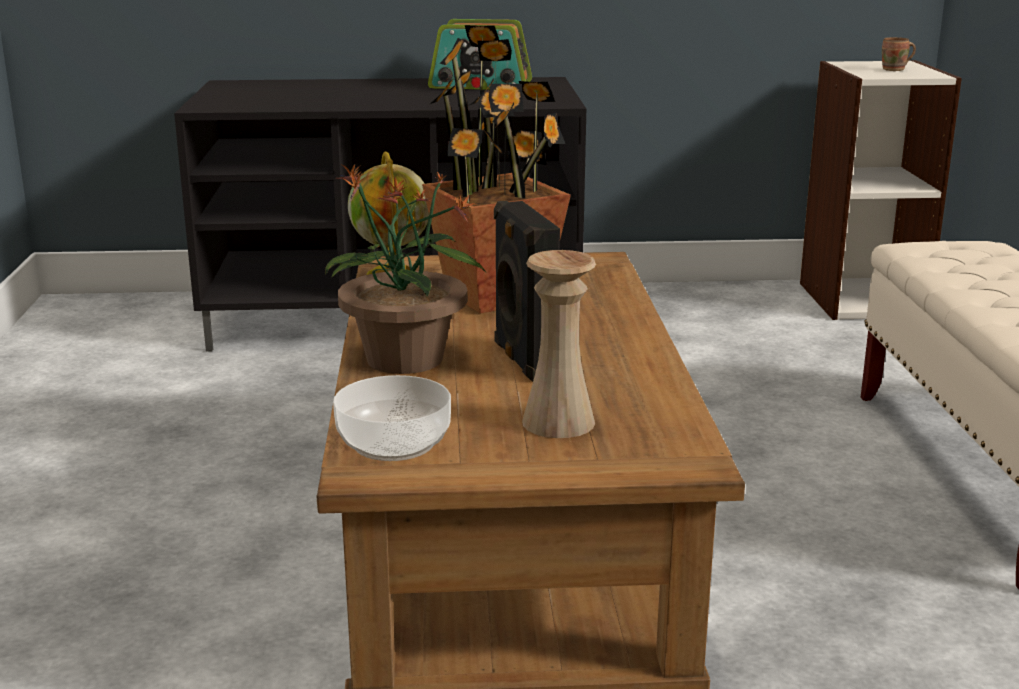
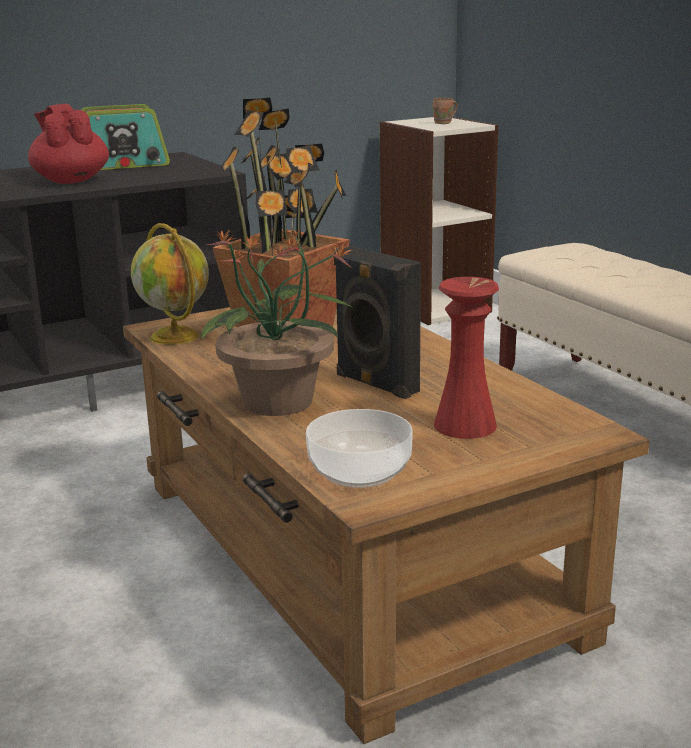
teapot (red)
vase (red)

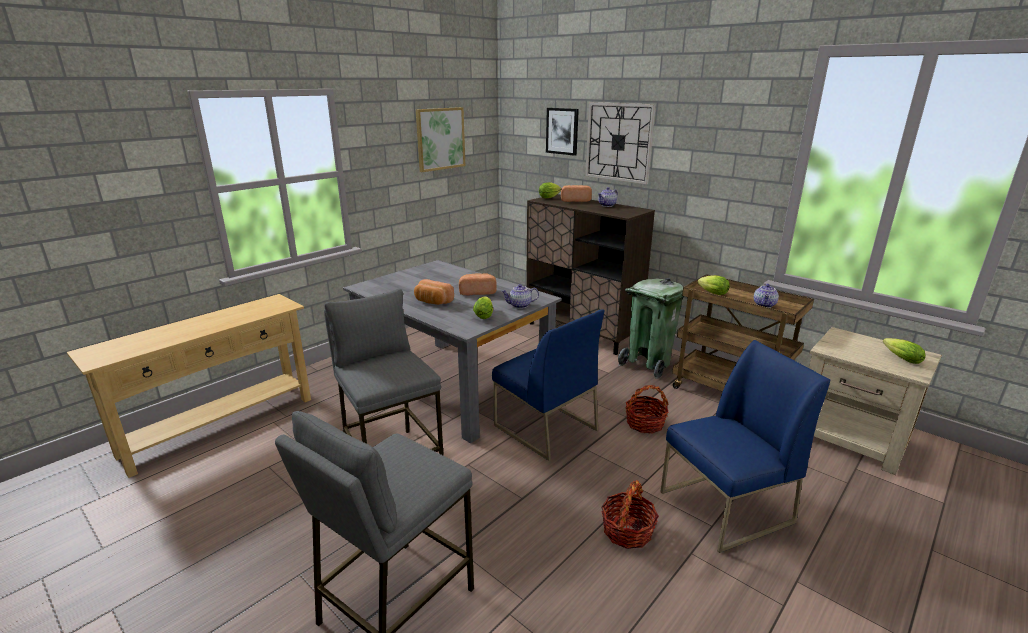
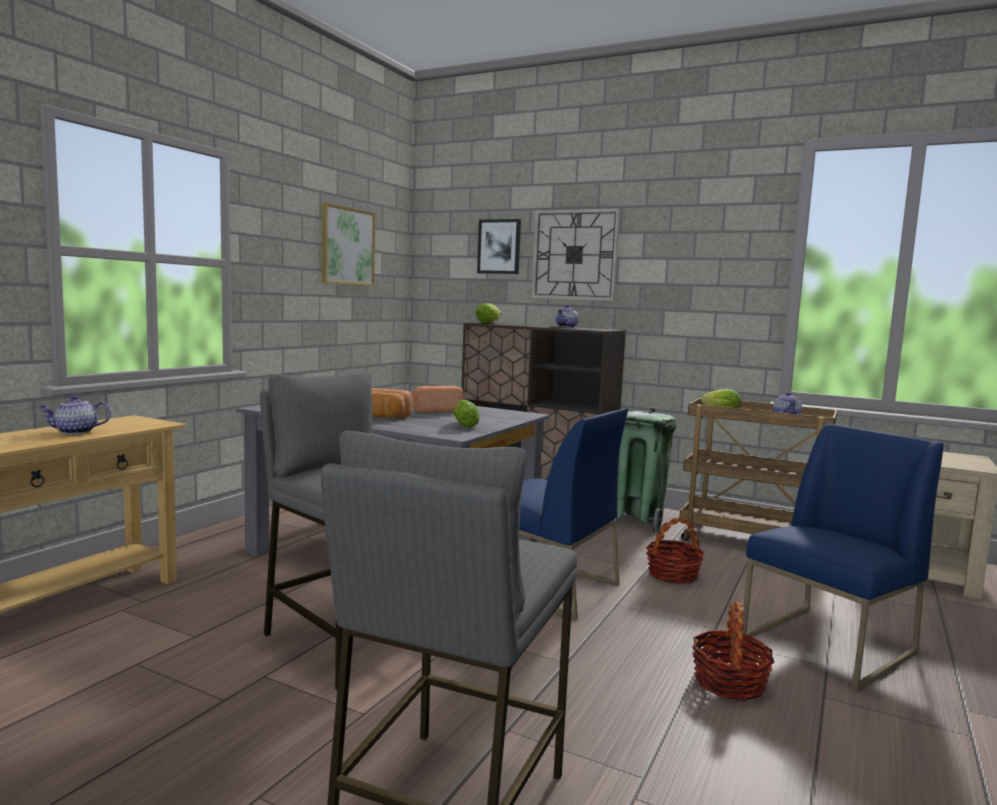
teapot (1st from left)
bread (3rd from left in the first image)
lettuce (4th from left in the first image)

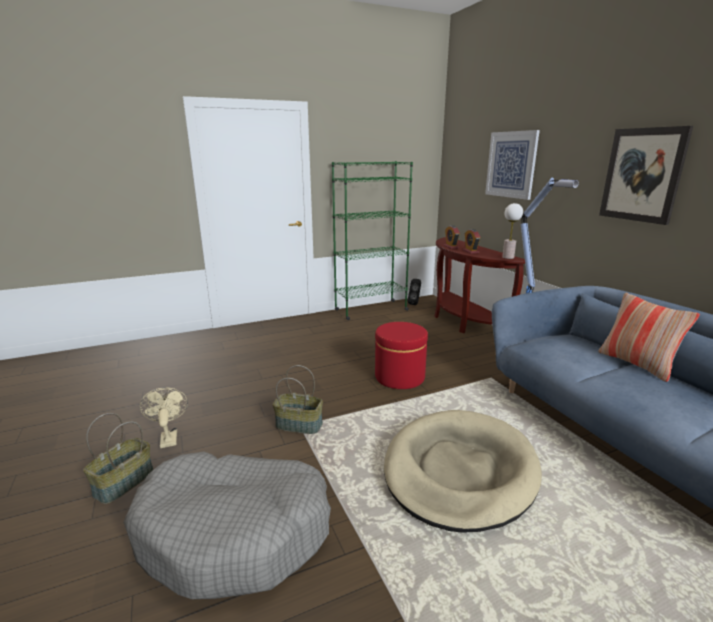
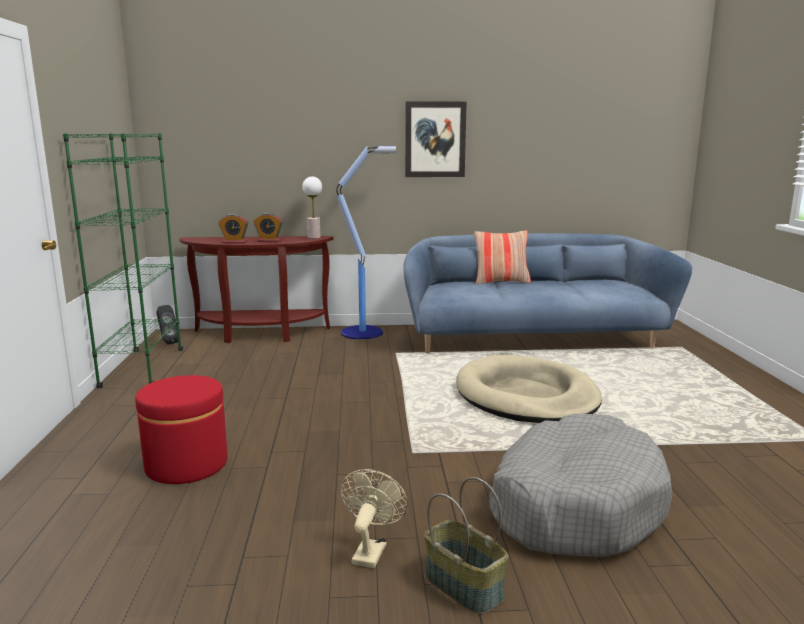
ottoman (red)
fan (beige)
basket (2nd from left in the first image)
picture (1st from left in the first image)

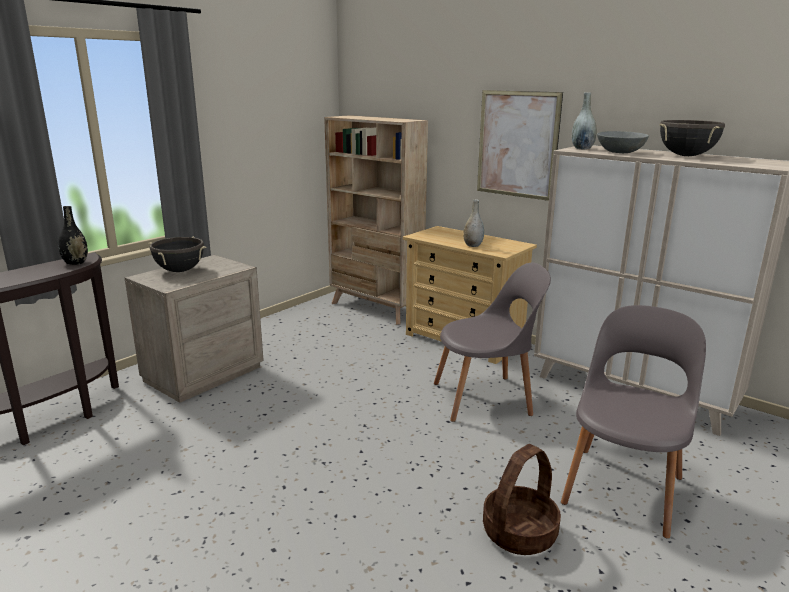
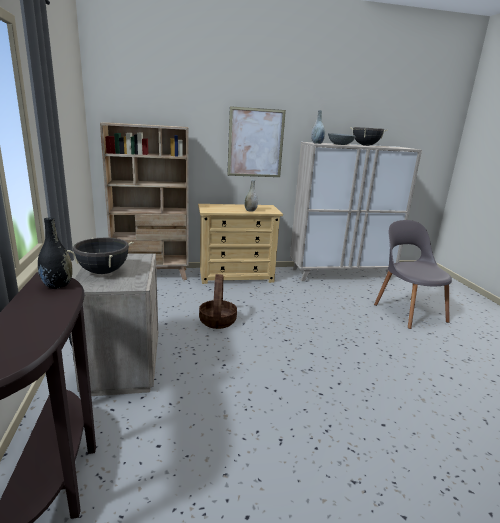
basket
chair (grey) (1st from left in the first image)

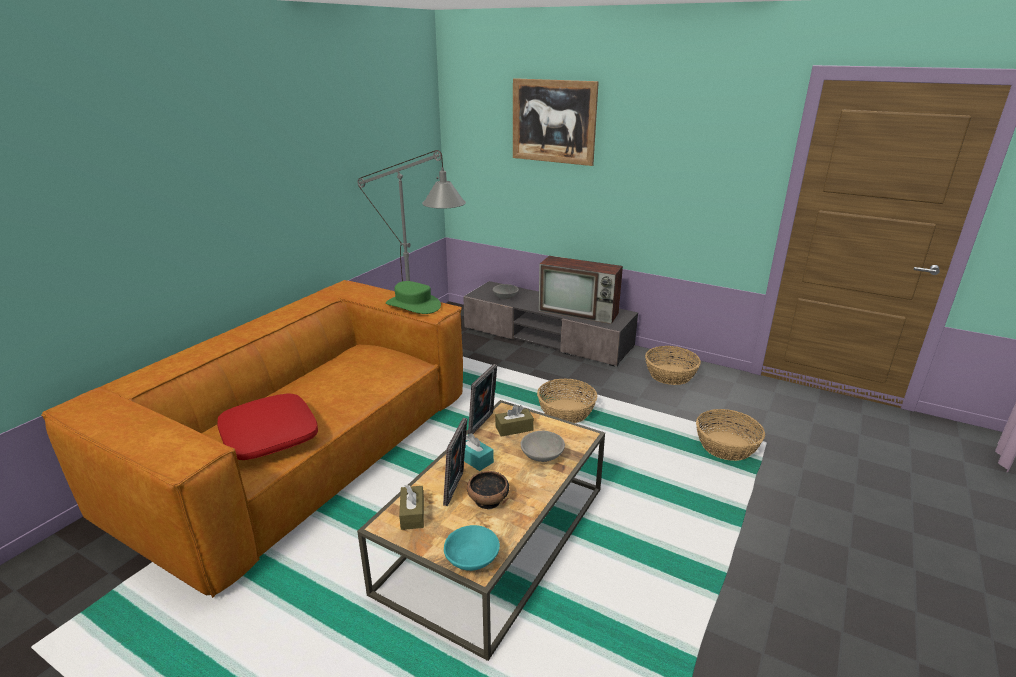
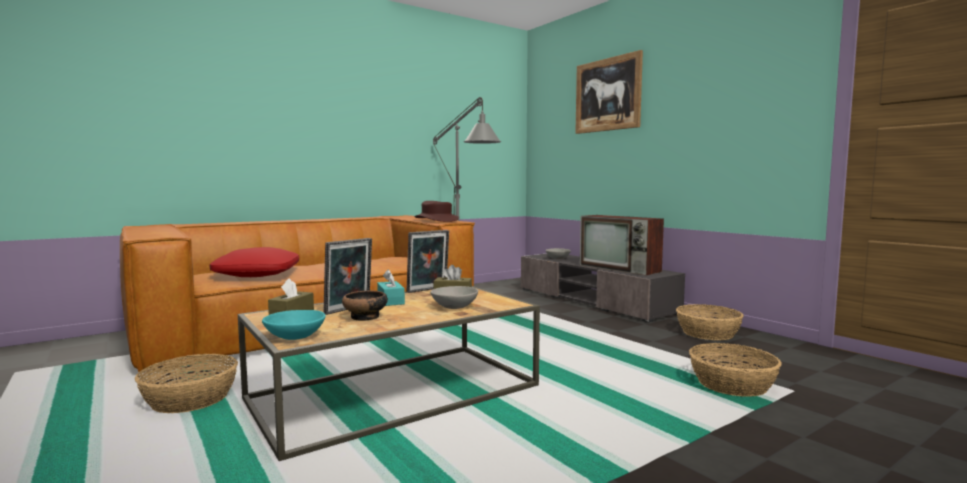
basket (1st from left)
hat (brown)

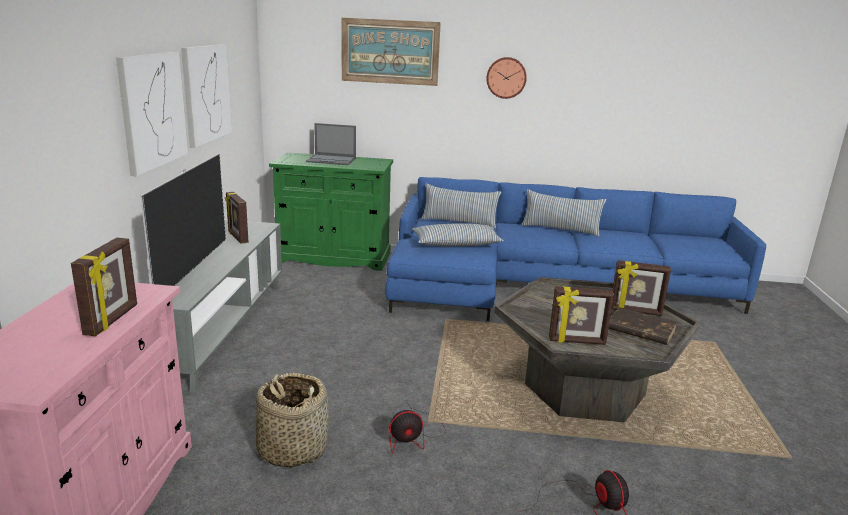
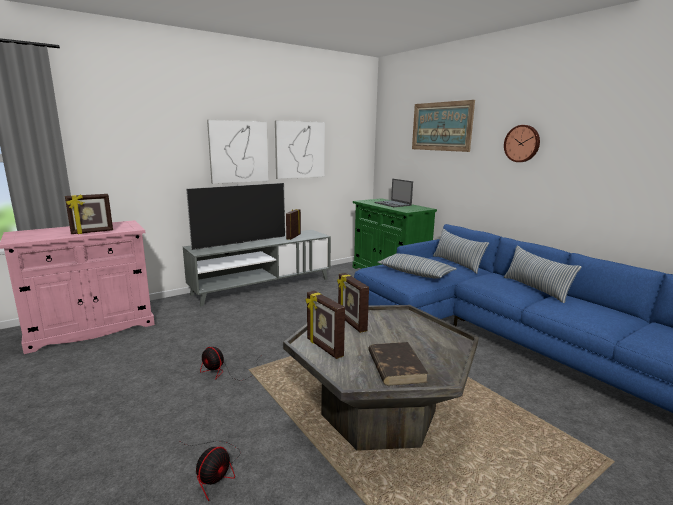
picture frame (4th from left)
basket

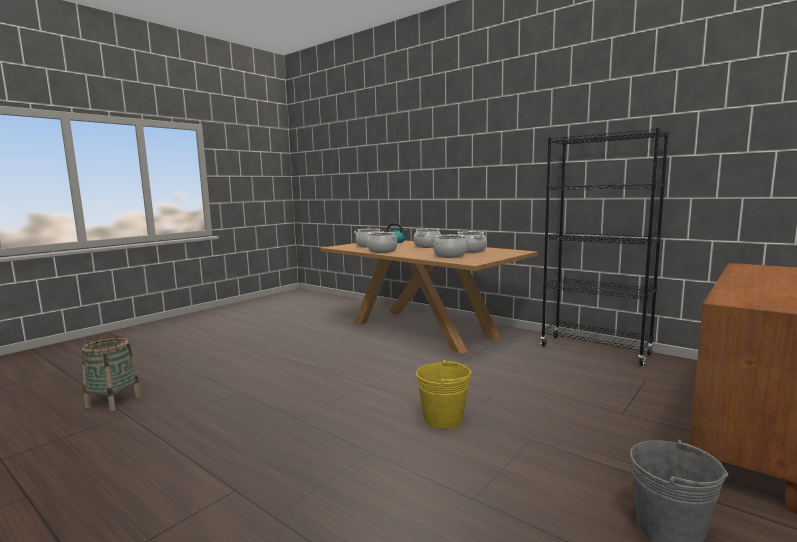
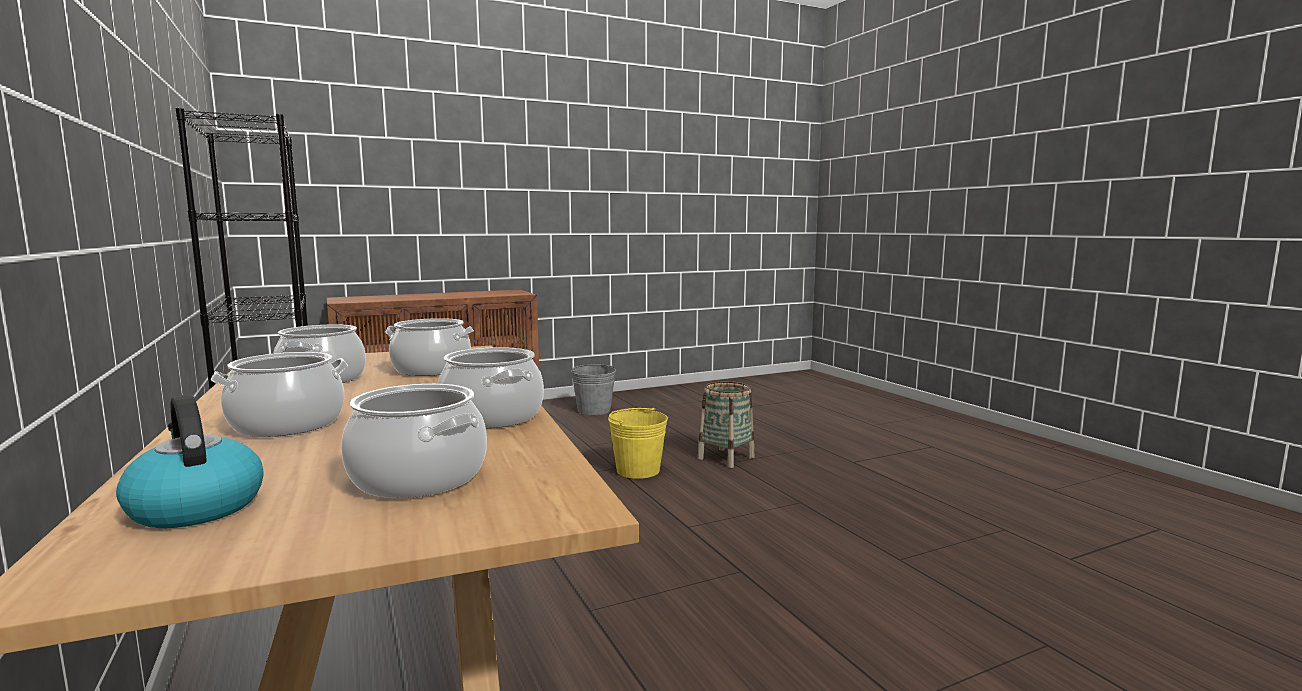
basket

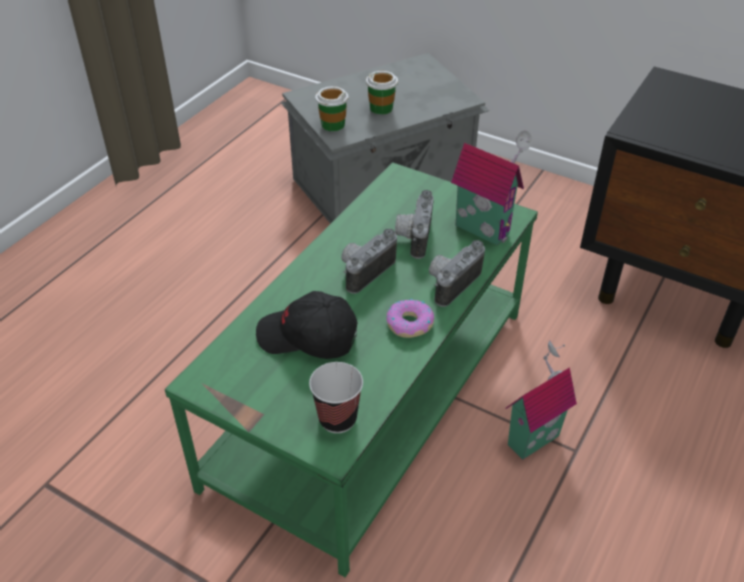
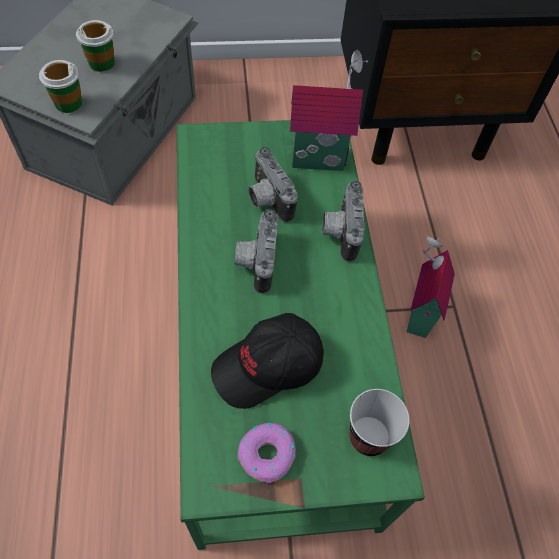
donut

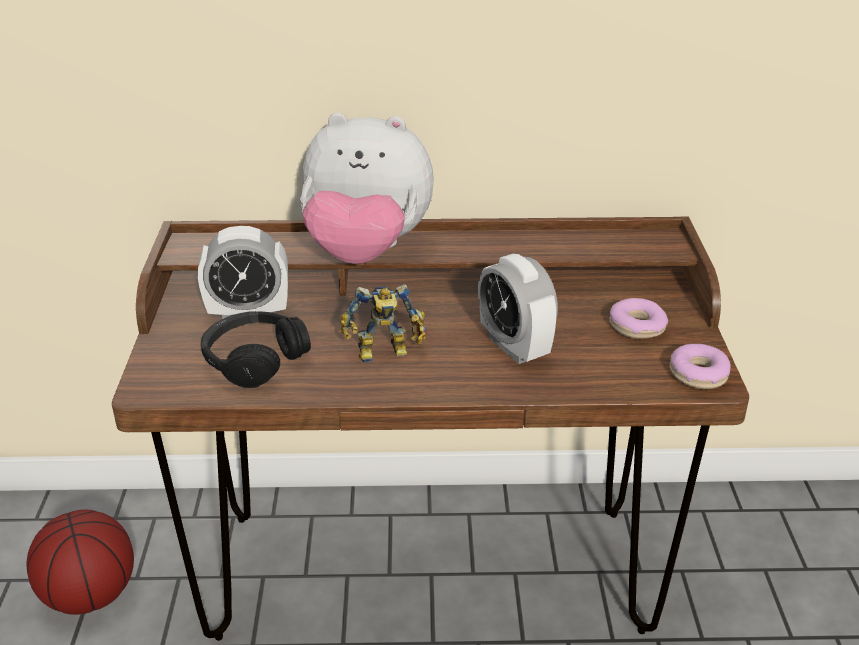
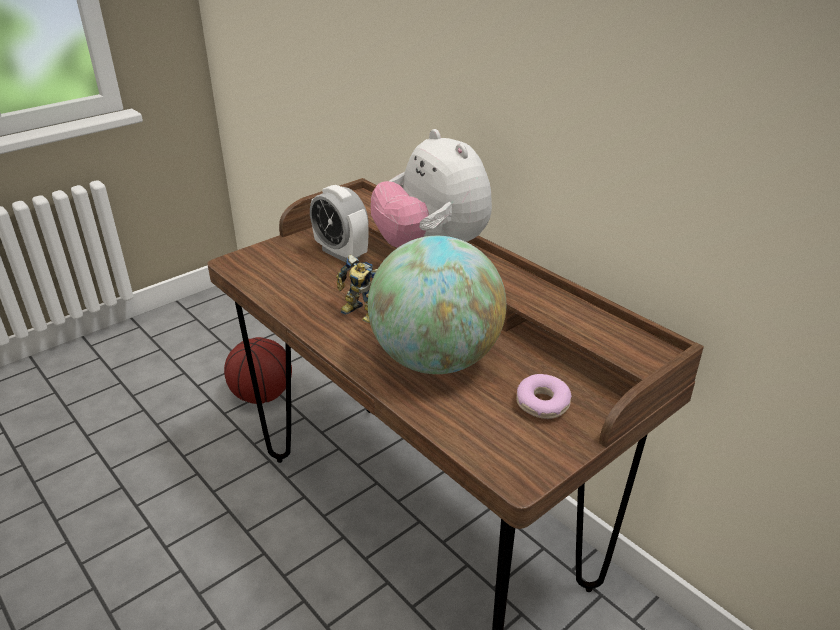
globe
headphones (black)
donut (2nd from left in the first image)

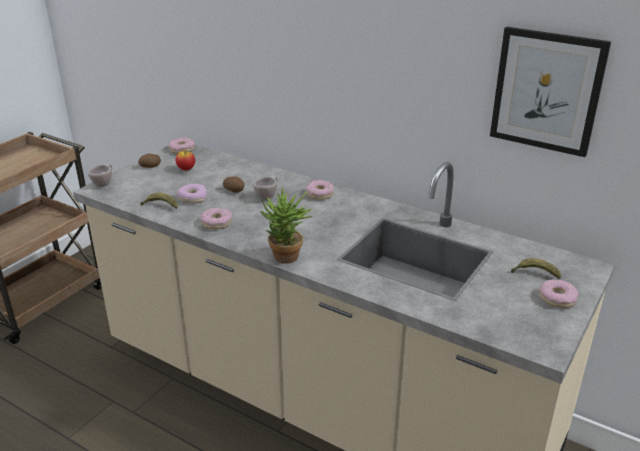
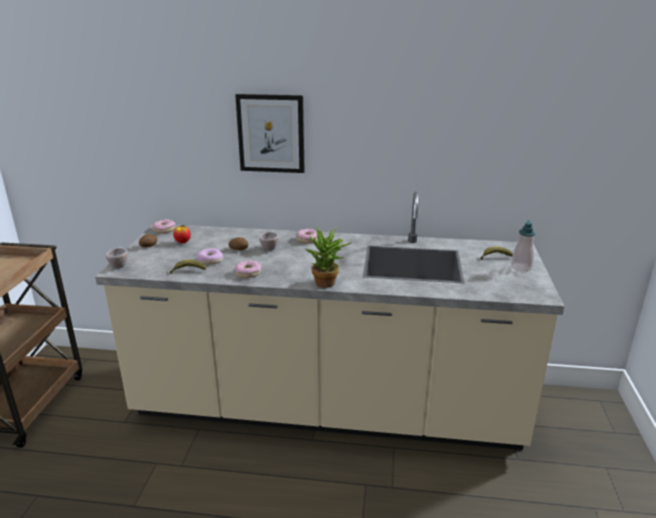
picture
soap dispenser

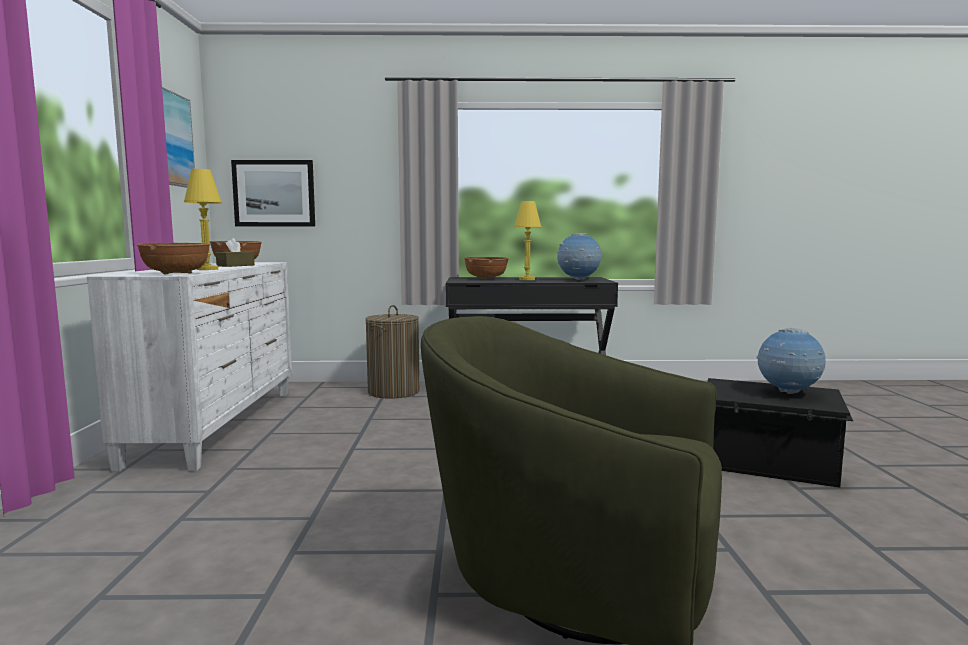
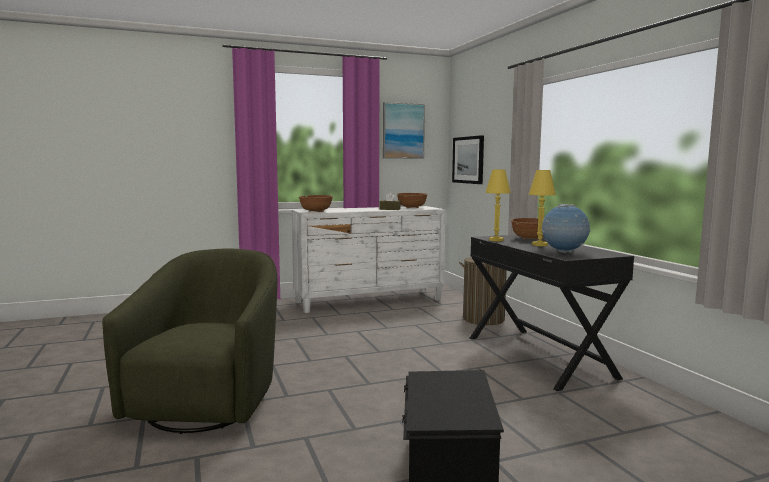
table lamp (yellow) (1st from left)
globe (2nd from left in the first image)

